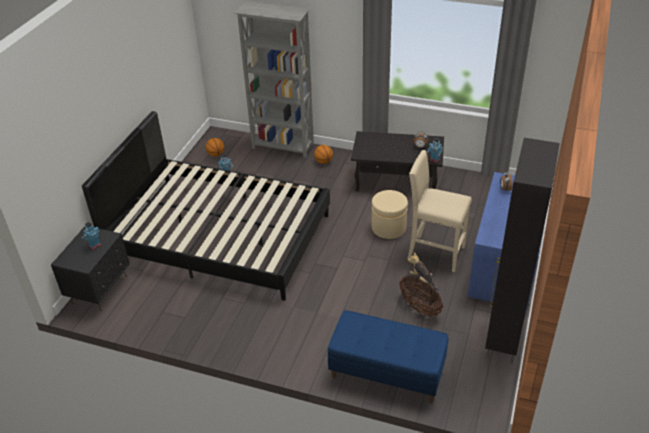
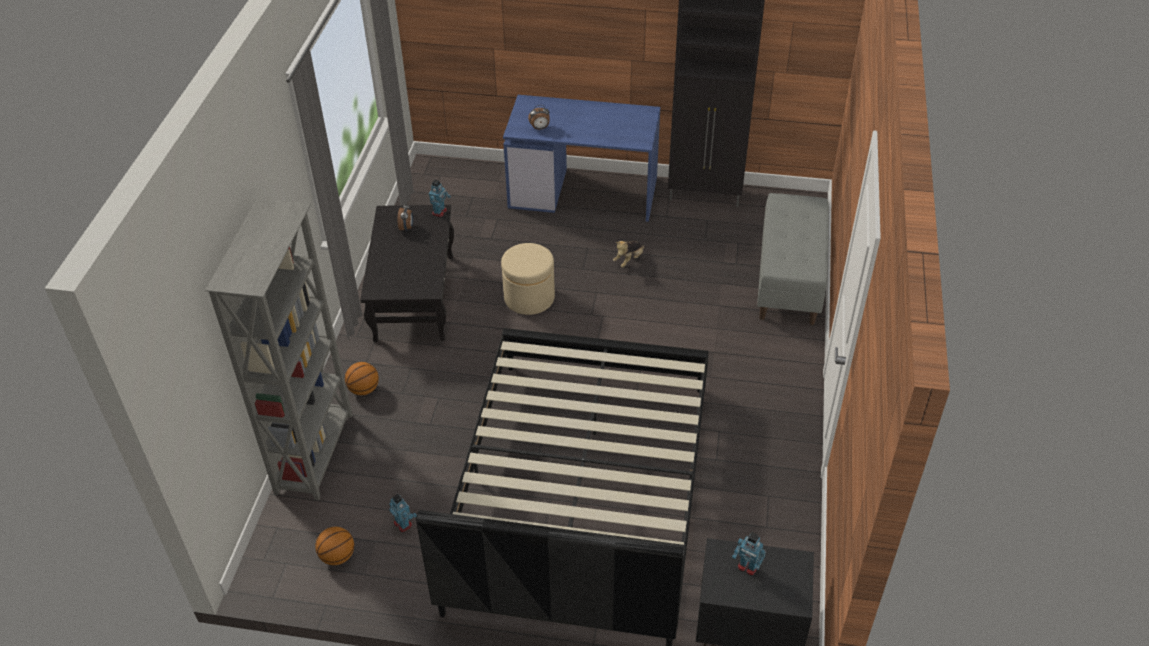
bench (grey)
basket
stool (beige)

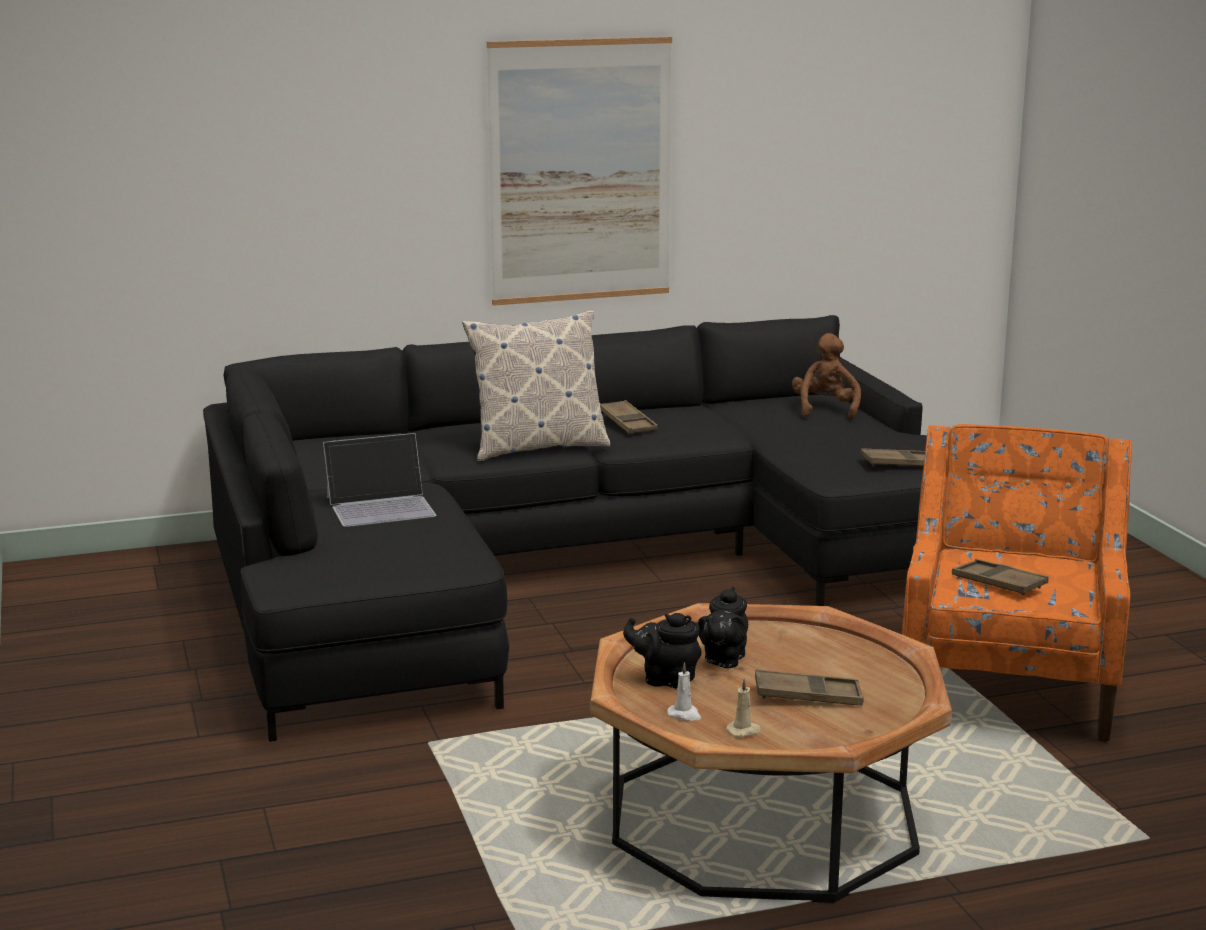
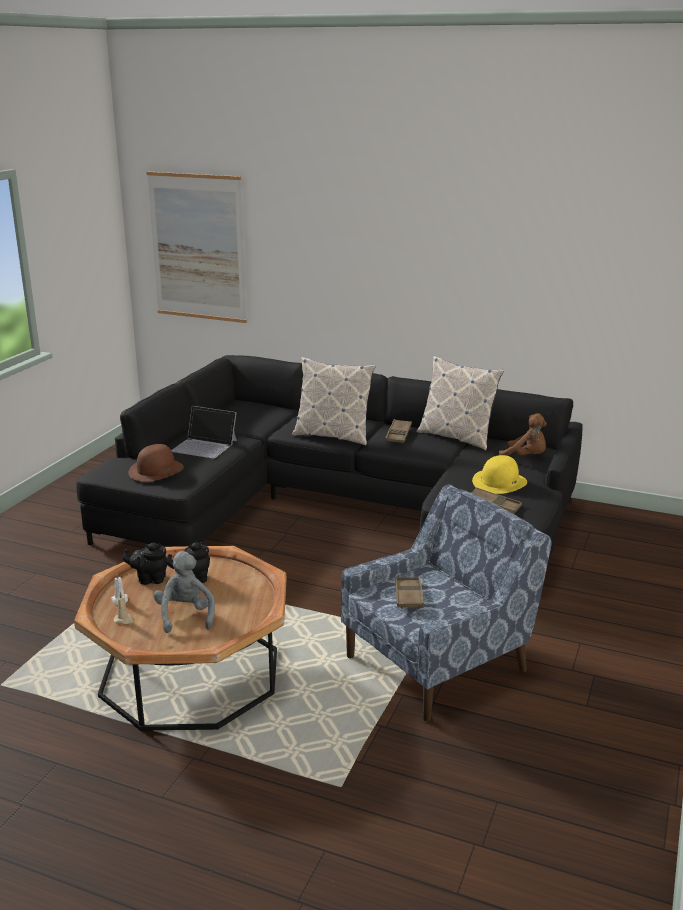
teapot (black) (1st from left)
hat (brown)
picture
plush toy (grey)
armchair (blue)
pillow (2nd from left)
hat (yellow)
plush toy (brown)

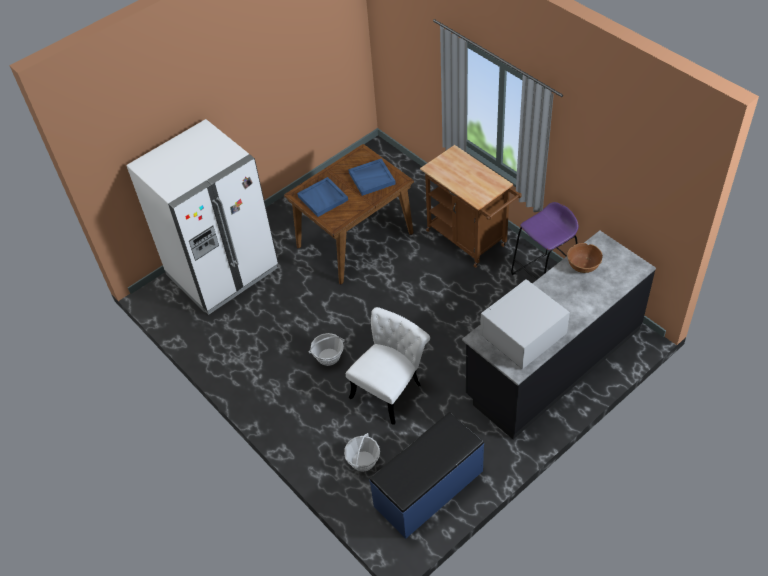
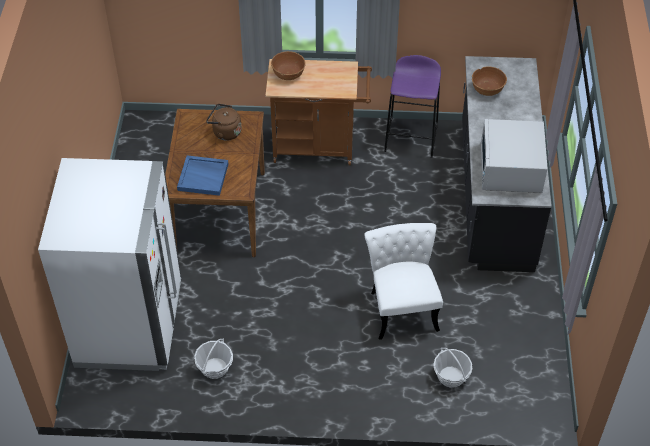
basket (1st from left)
kettle (brown)
bowl (brown) (1st from left)
bench (blue)

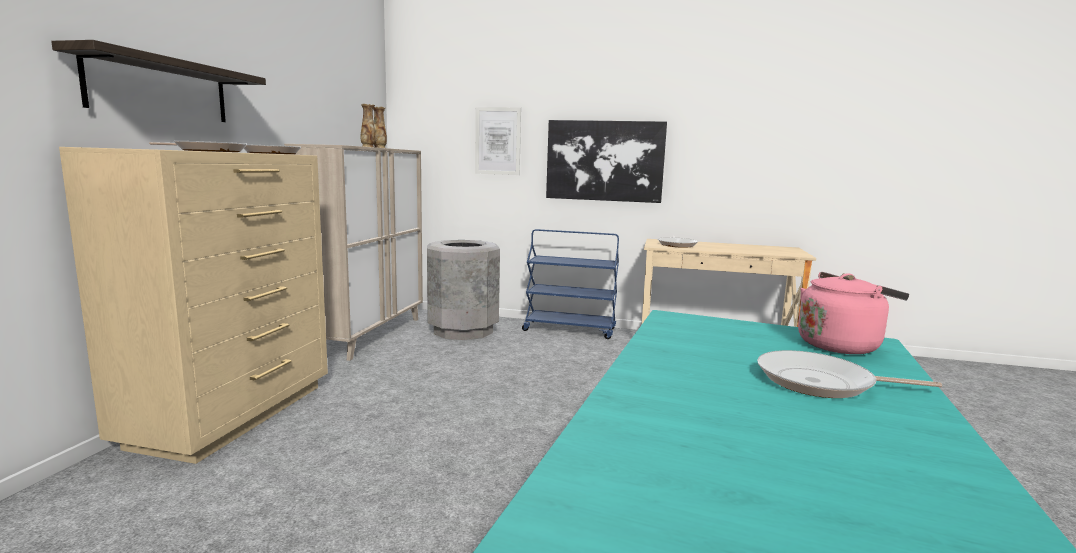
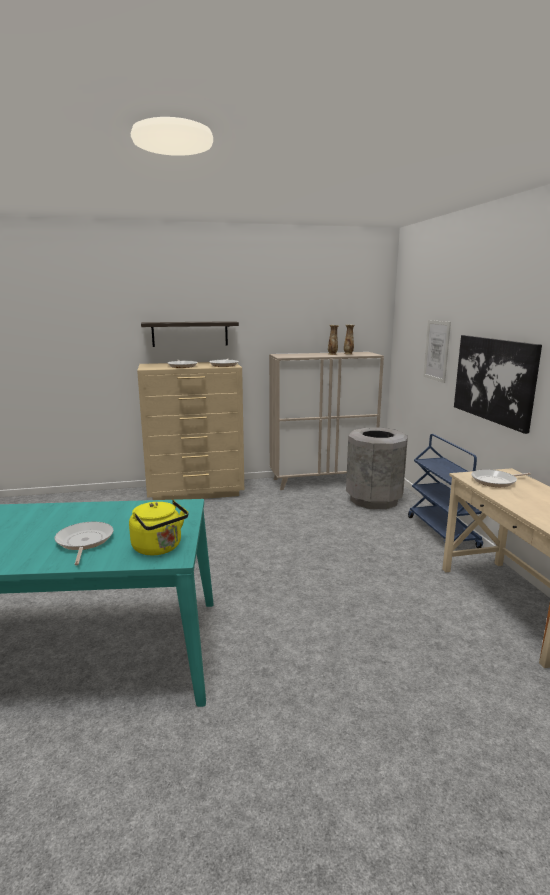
kettle (yellow)

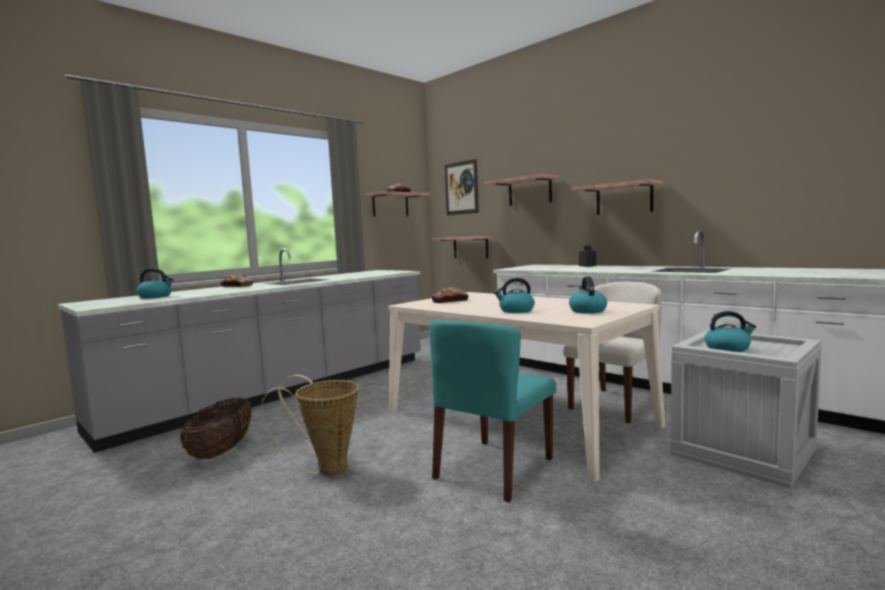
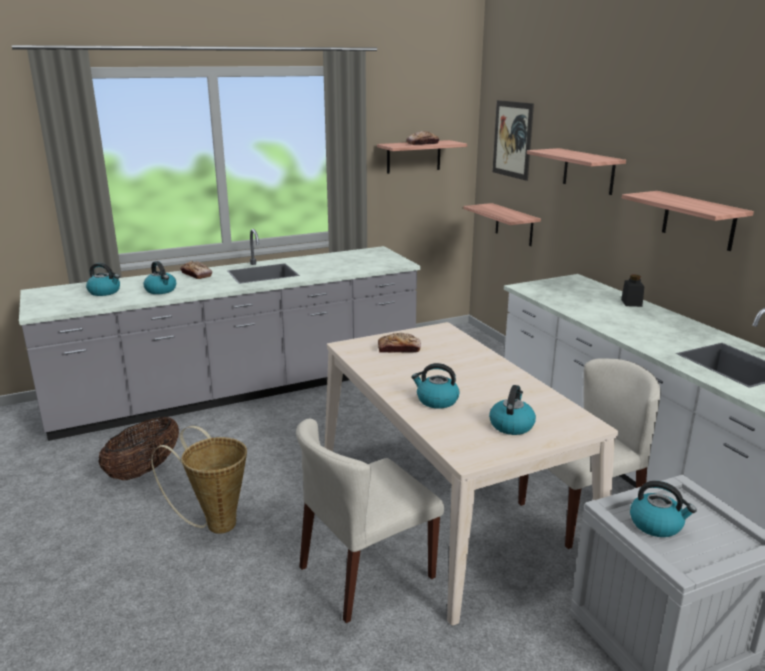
kettle (2nd from left)
chair (beige) (1st from left)

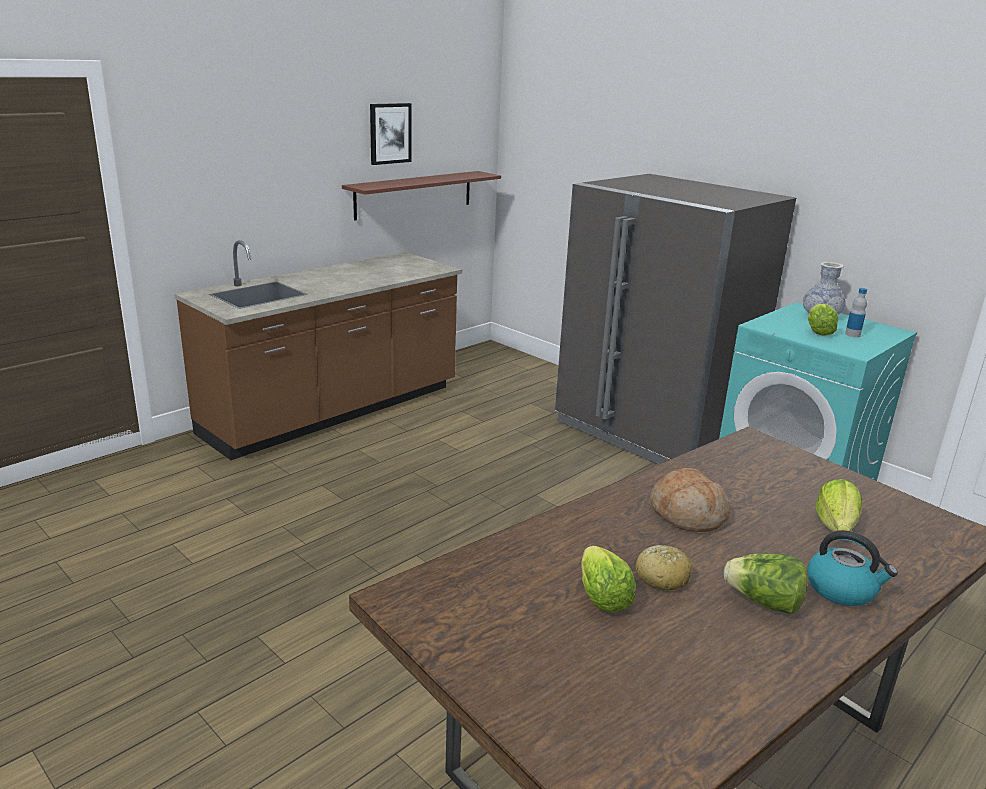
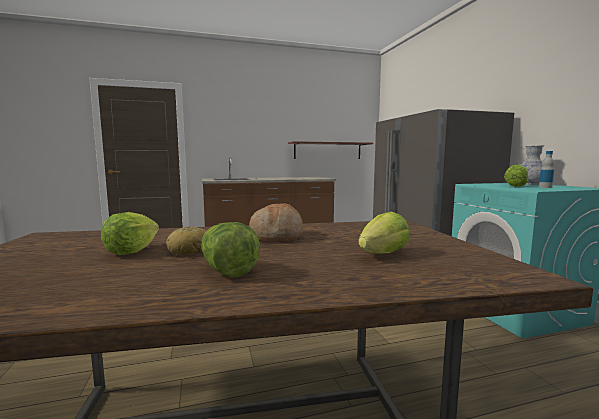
picture
kettle

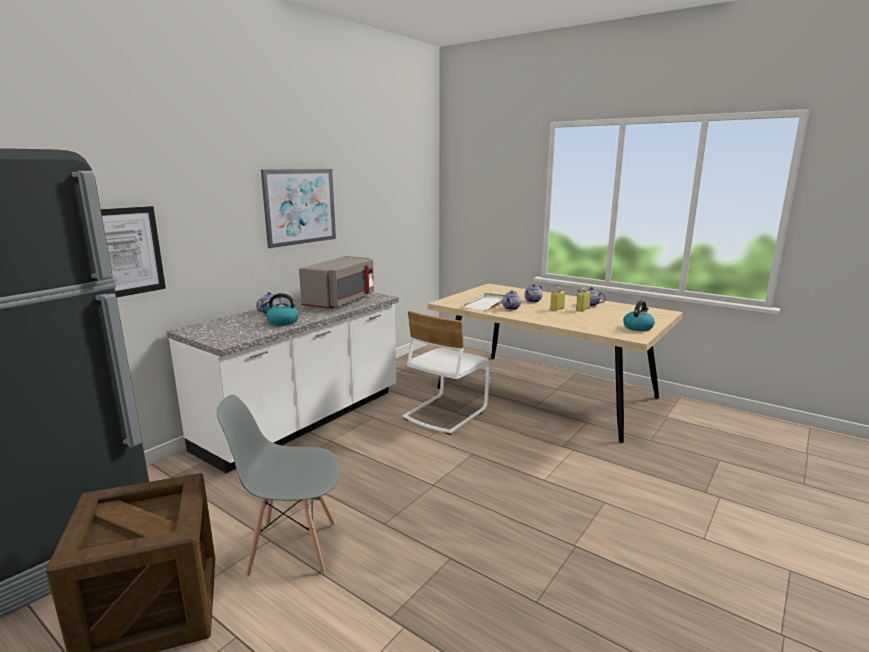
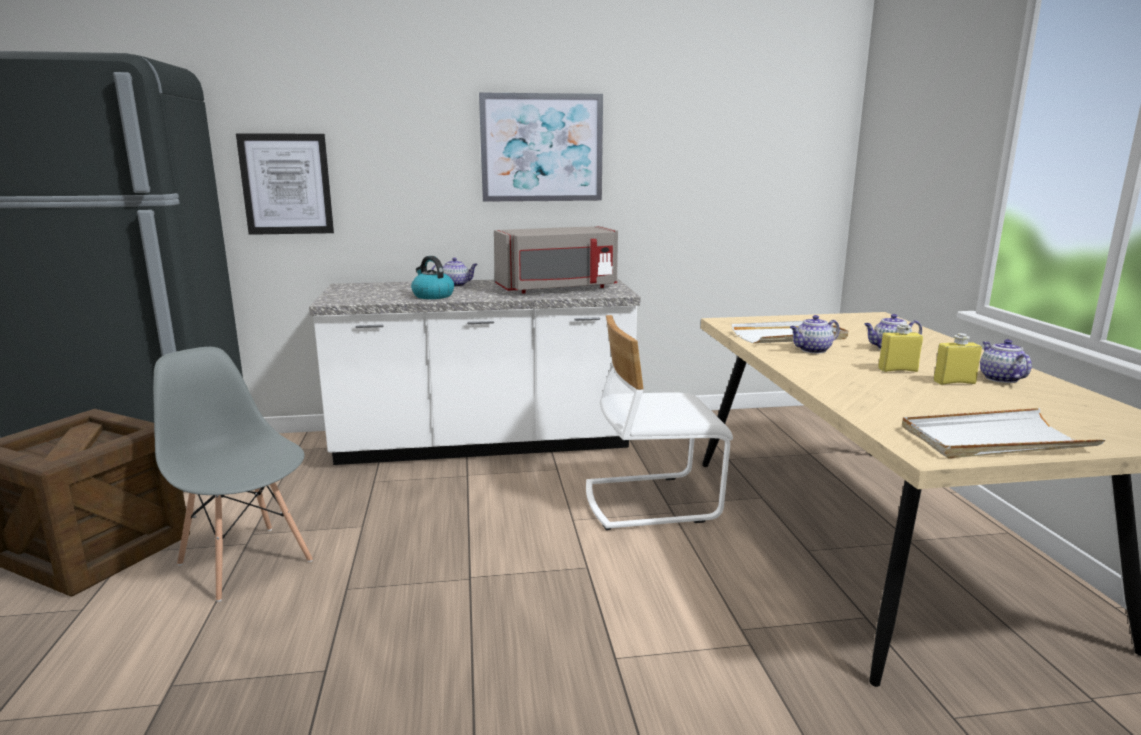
tray (white) (2nd from left)

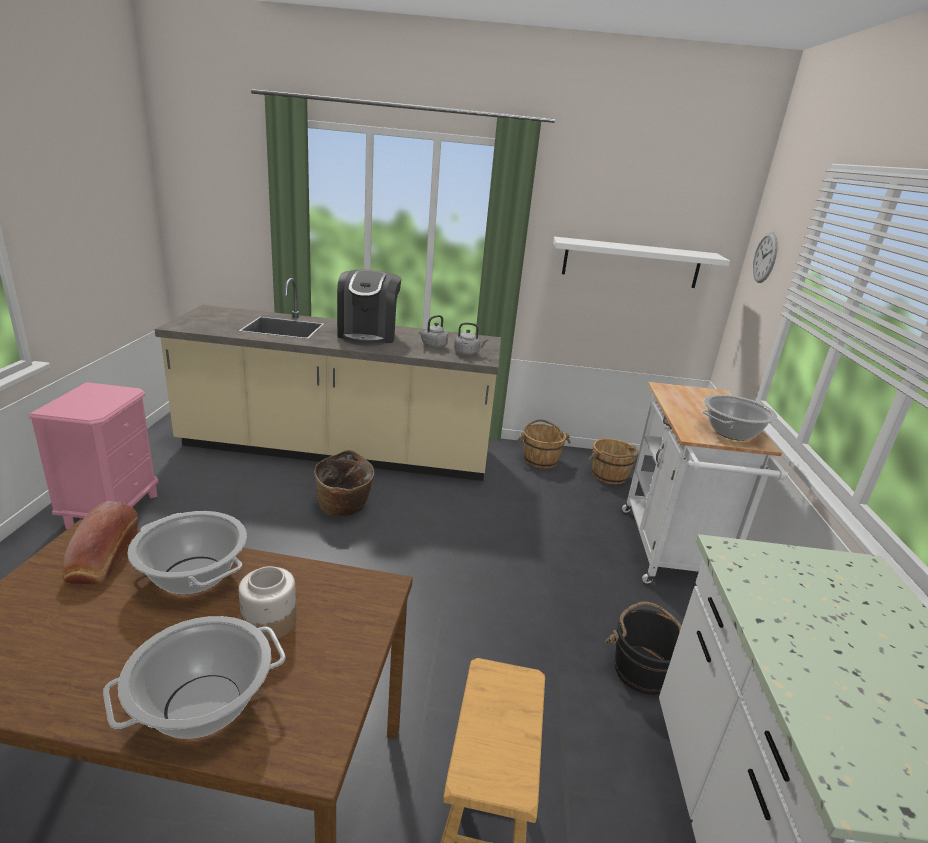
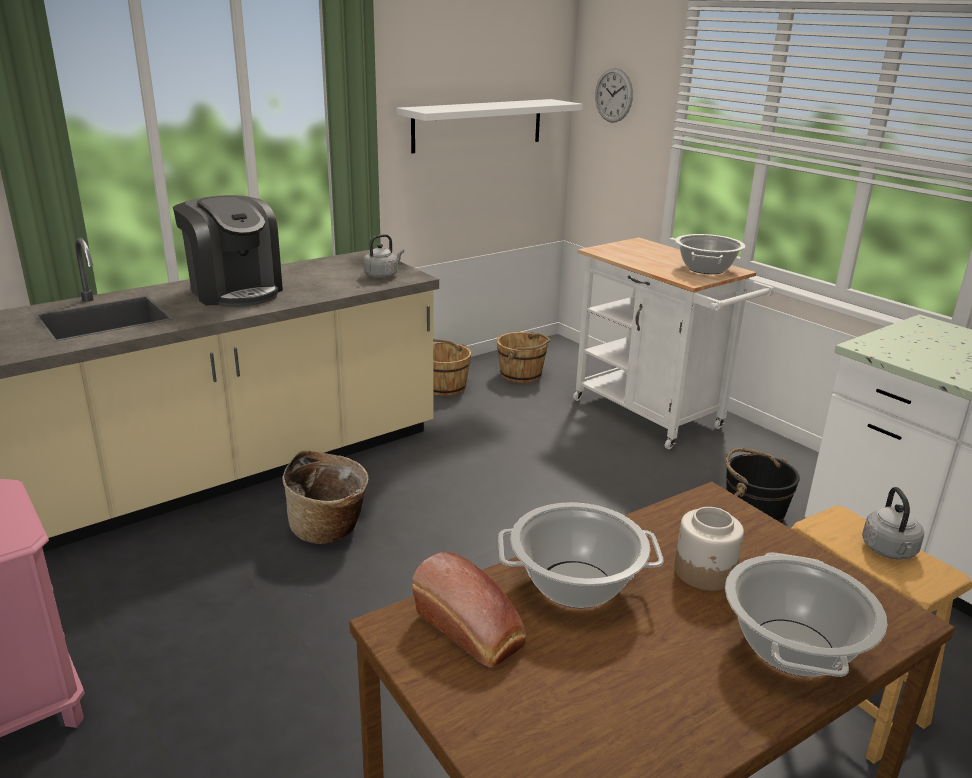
kettle (grey) (2nd from left)

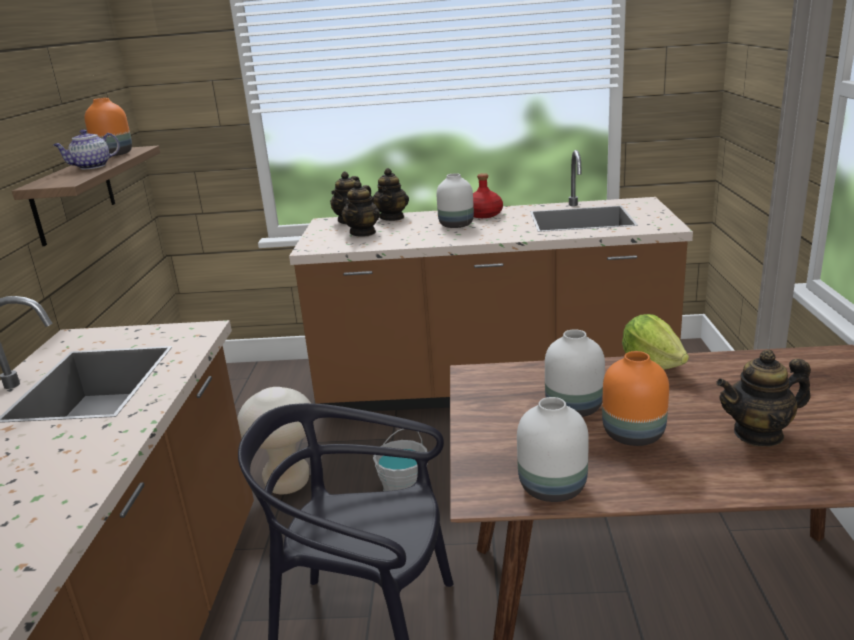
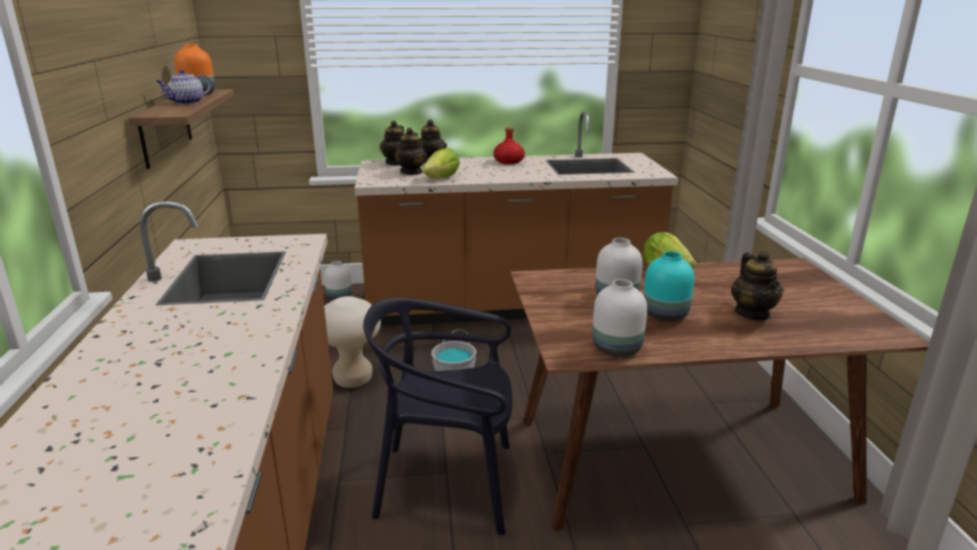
vase (white) (1st from left)
lettuce (1st from left)
vase (turquoise)
teapot (5th from left)

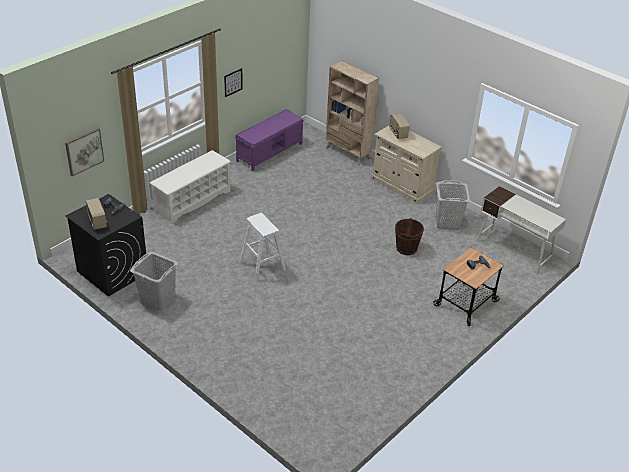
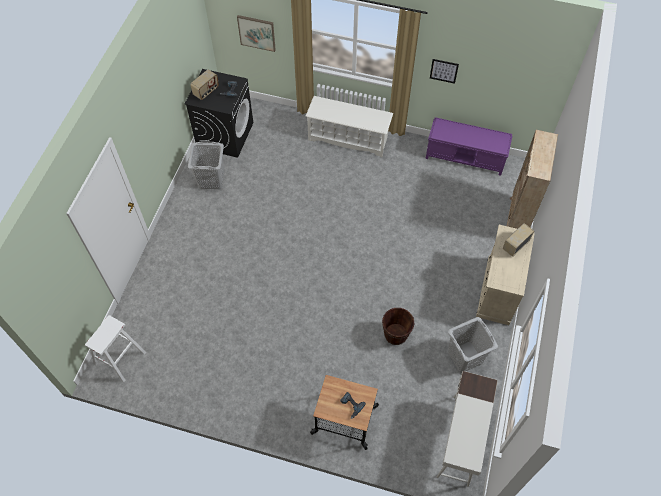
stool (white)

